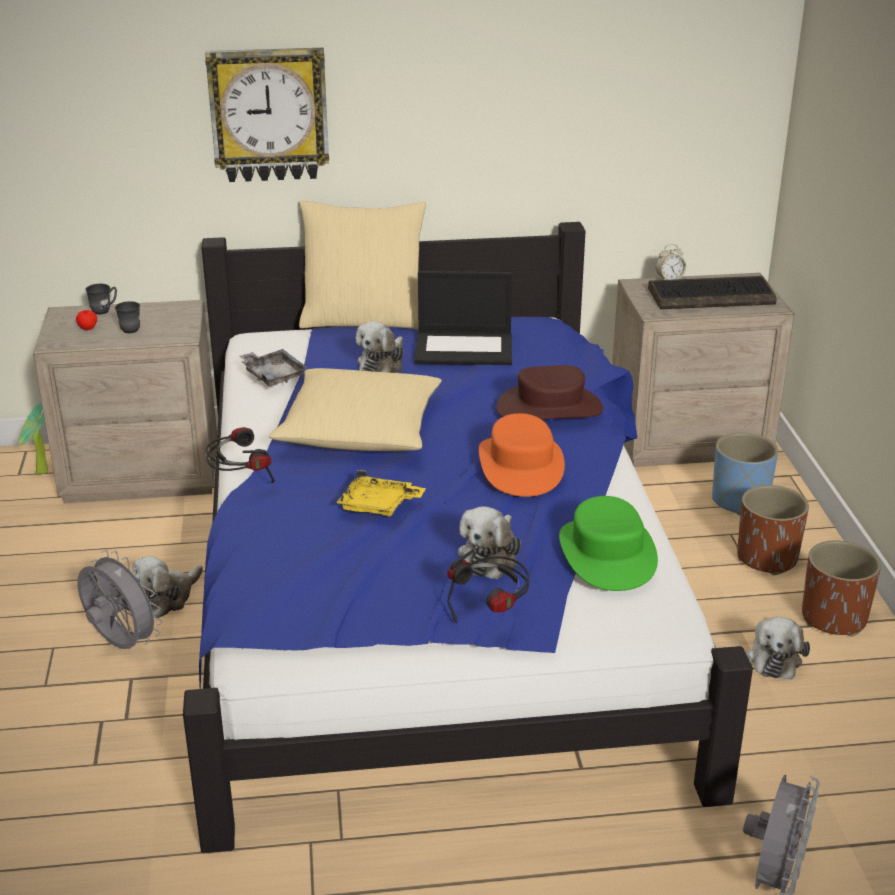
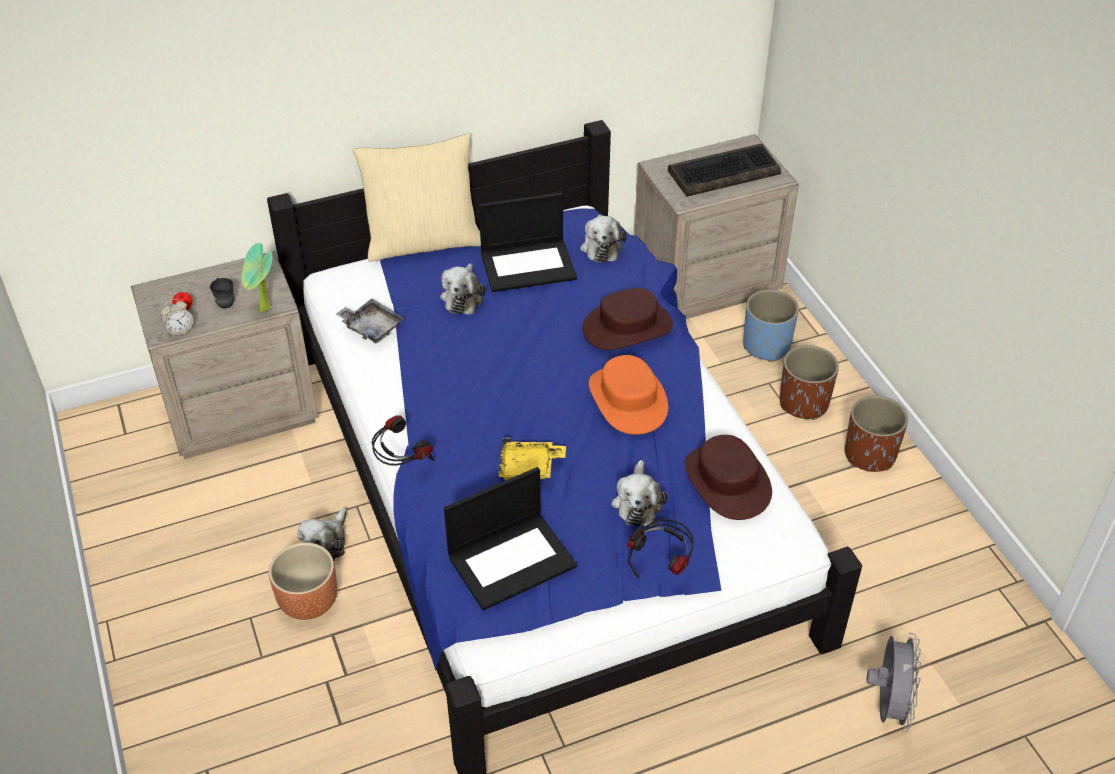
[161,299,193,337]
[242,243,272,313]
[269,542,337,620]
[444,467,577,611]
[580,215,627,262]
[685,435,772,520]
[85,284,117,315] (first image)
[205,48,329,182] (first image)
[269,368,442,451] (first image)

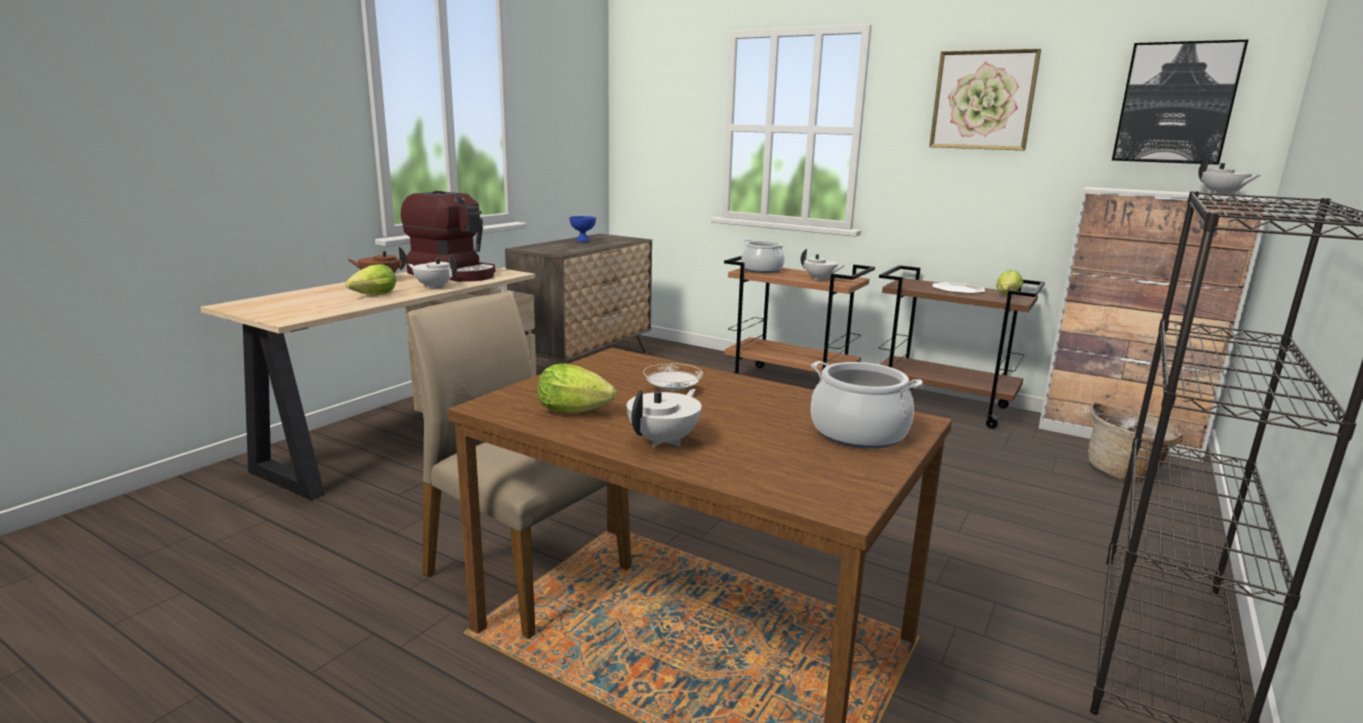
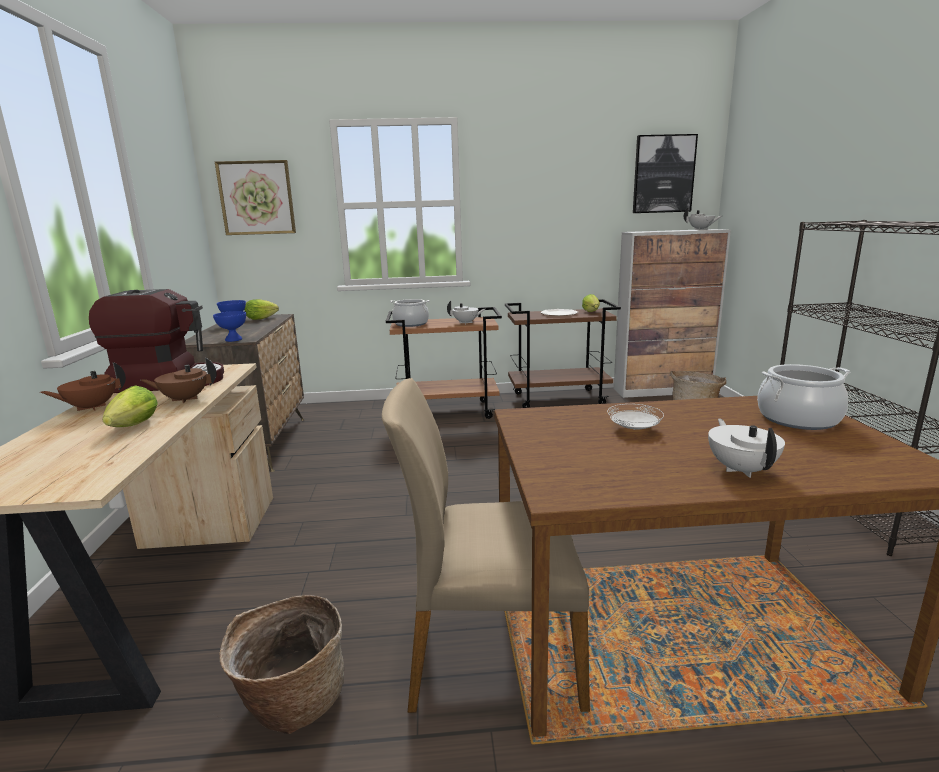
[141,358,216,403]
[213,311,246,342]
[215,160,296,235]
[220,595,344,734]
[244,299,279,320]

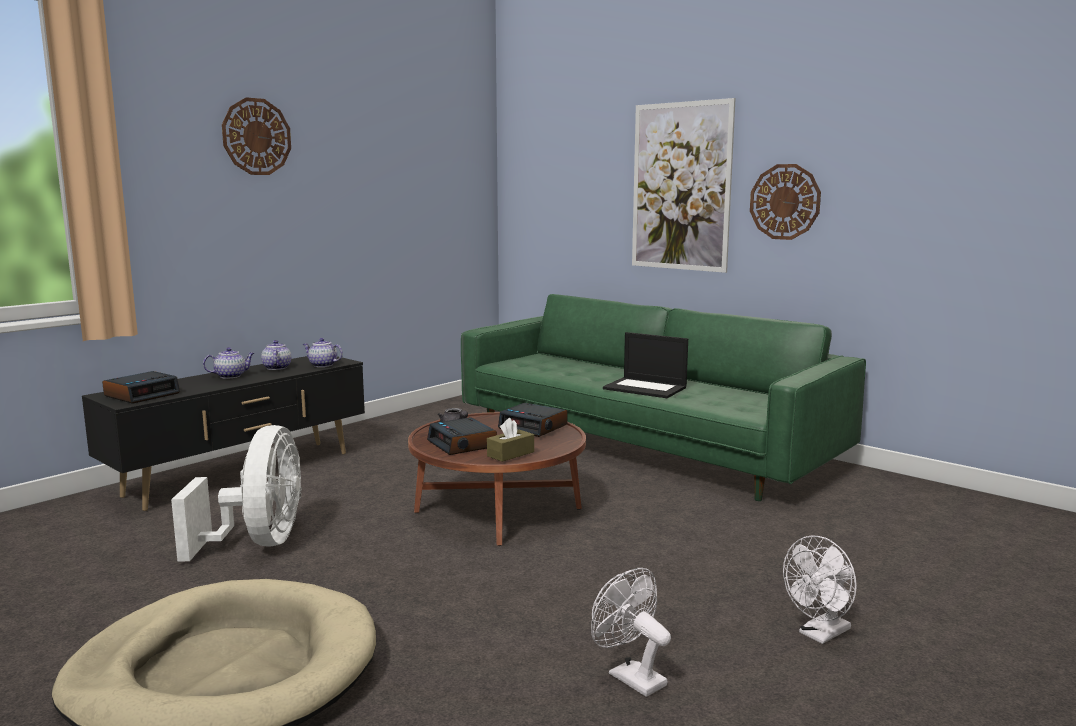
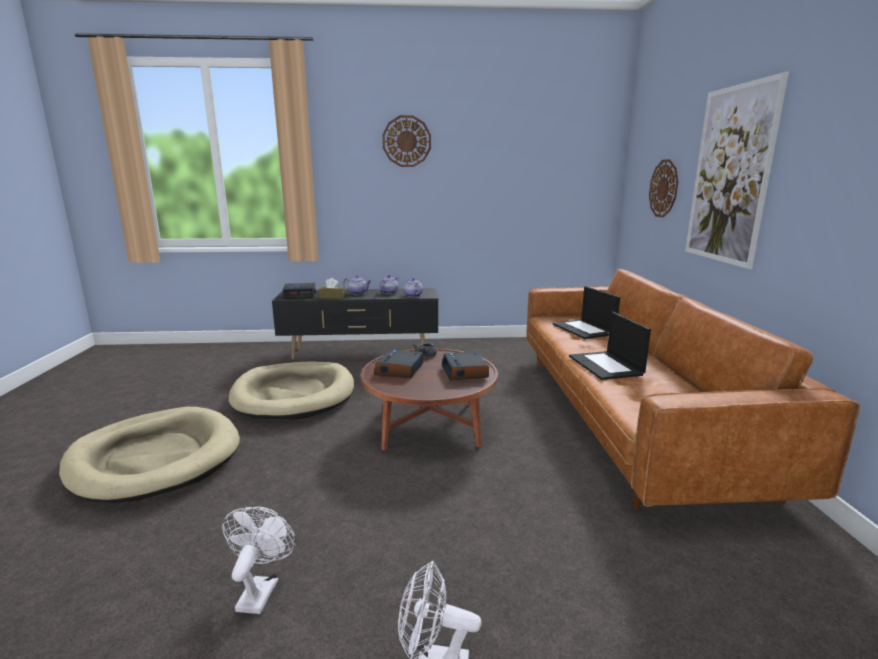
[229,362,354,419]
[319,278,345,299]
[526,269,860,509]
[553,286,620,339]
[649,159,678,218]

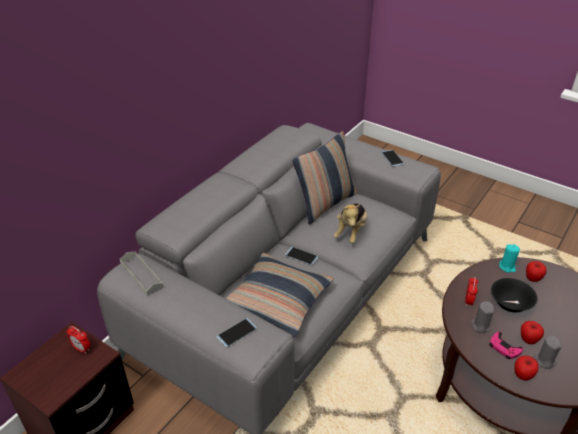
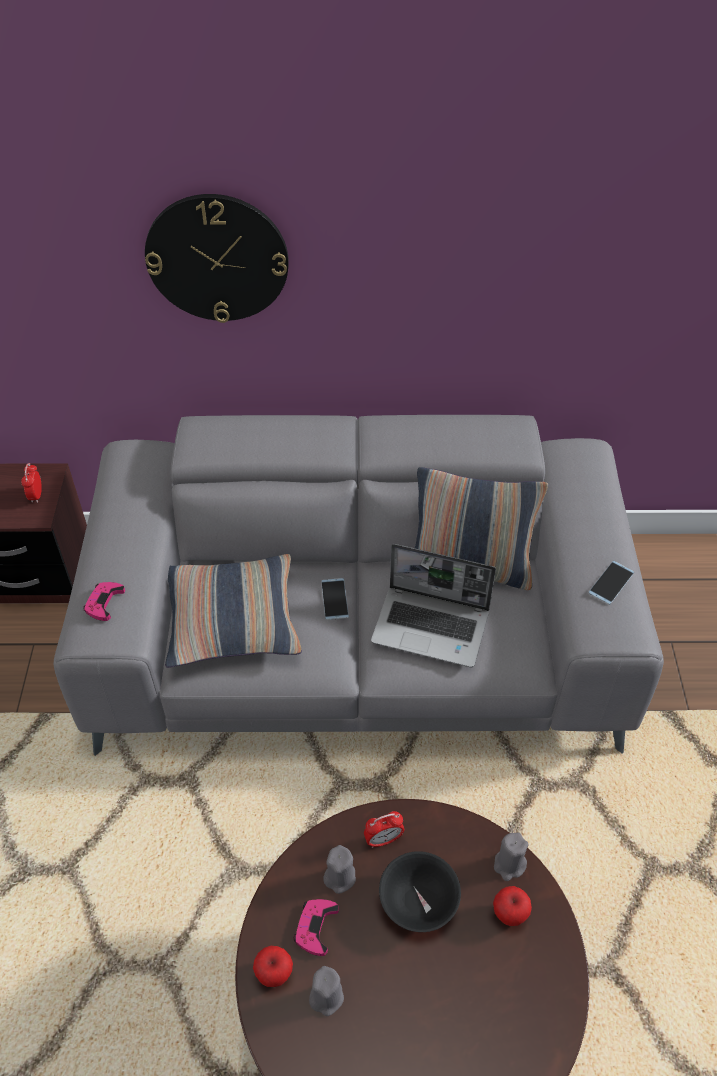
[83,582,125,621]
[145,194,289,323]
[371,544,496,667]
[494,833,529,881]
[120,252,164,296] (first image)
[521,321,544,344] (first image)

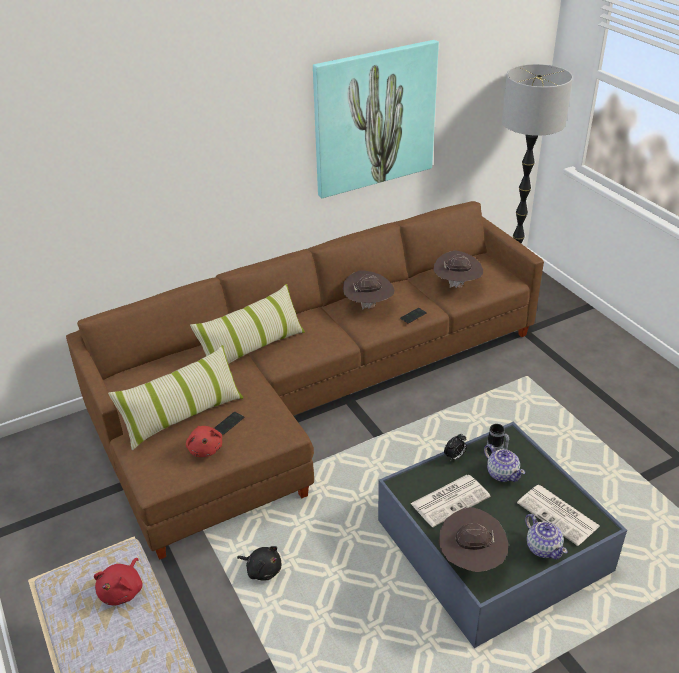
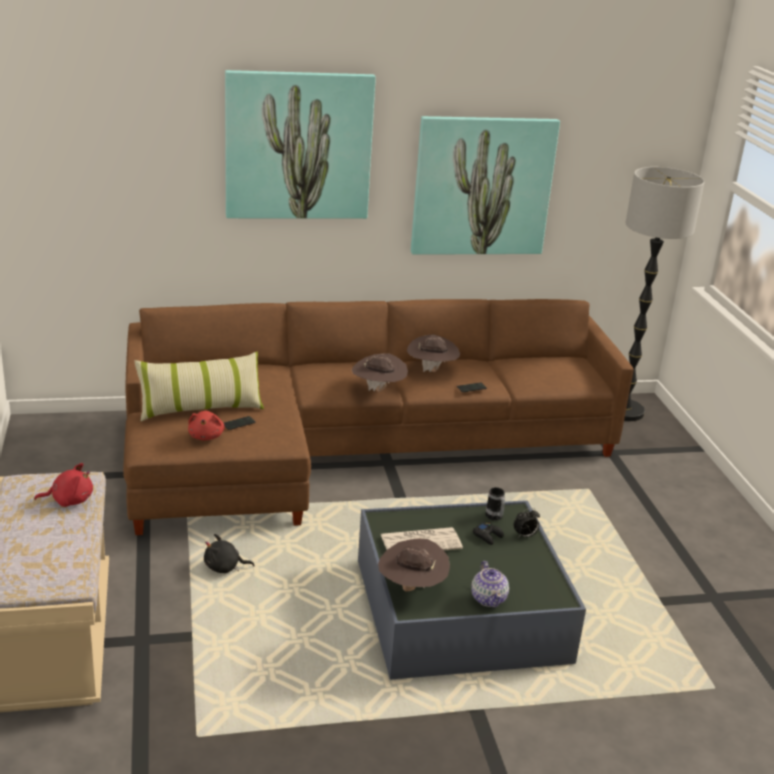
[34,463,93,507]
[204,534,255,573]
[225,70,376,219]
[352,354,408,392]
[473,522,504,545]
[514,508,540,538]
[190,284,305,364] (first image)
[517,485,600,546] (first image)

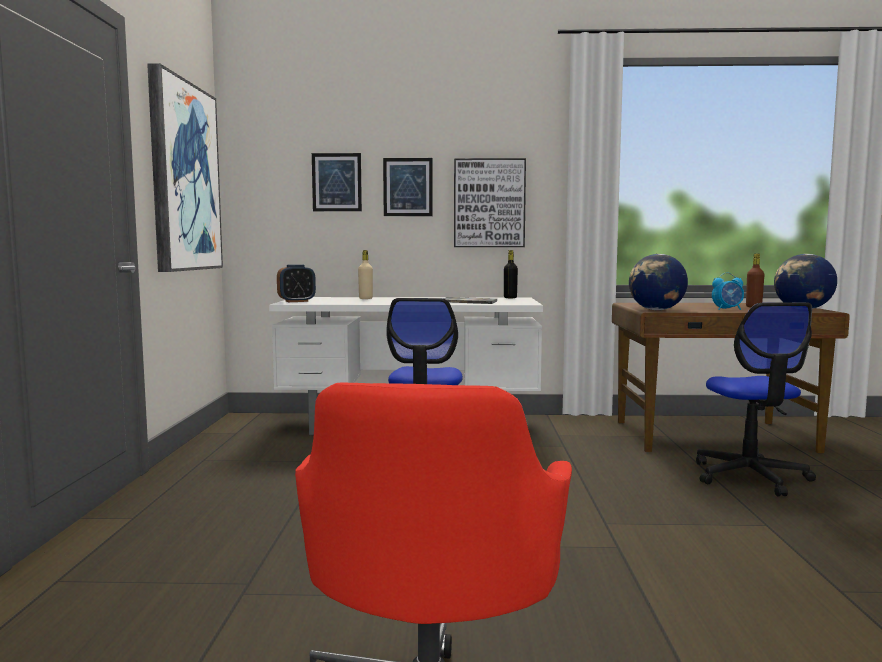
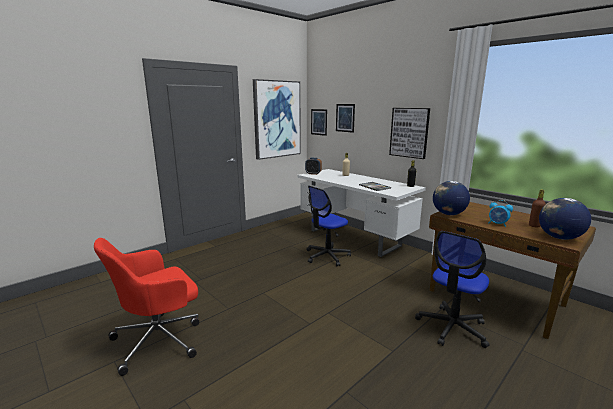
[311,109,327,136]

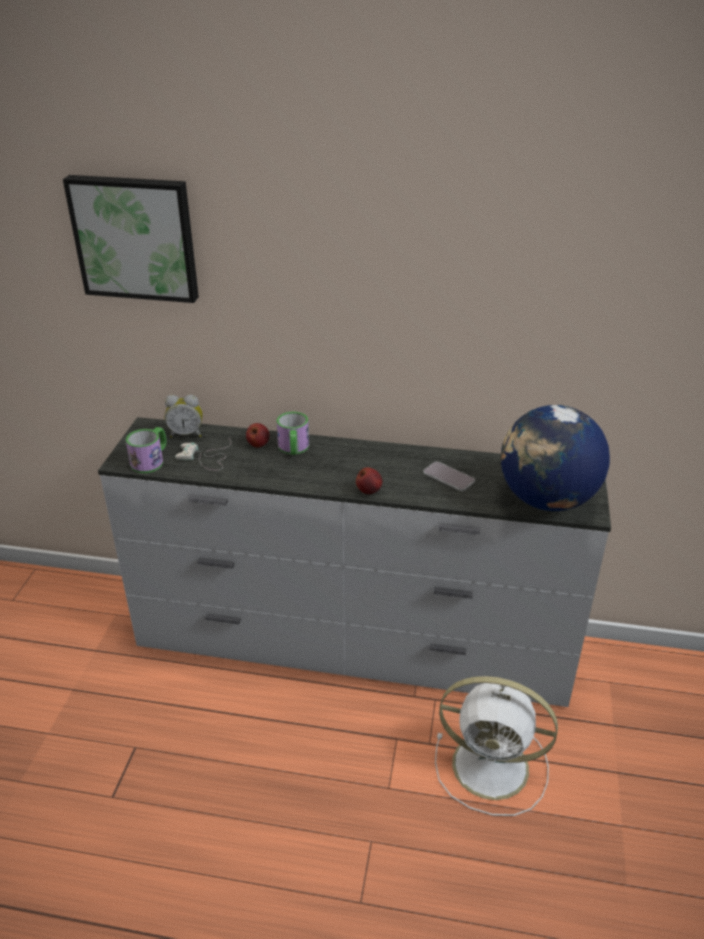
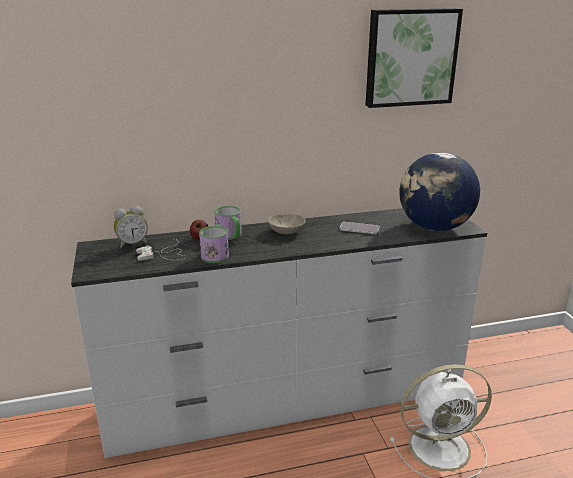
[199,224,229,263]
[268,214,306,234]
[365,8,463,108]
[356,467,382,494] (first image)

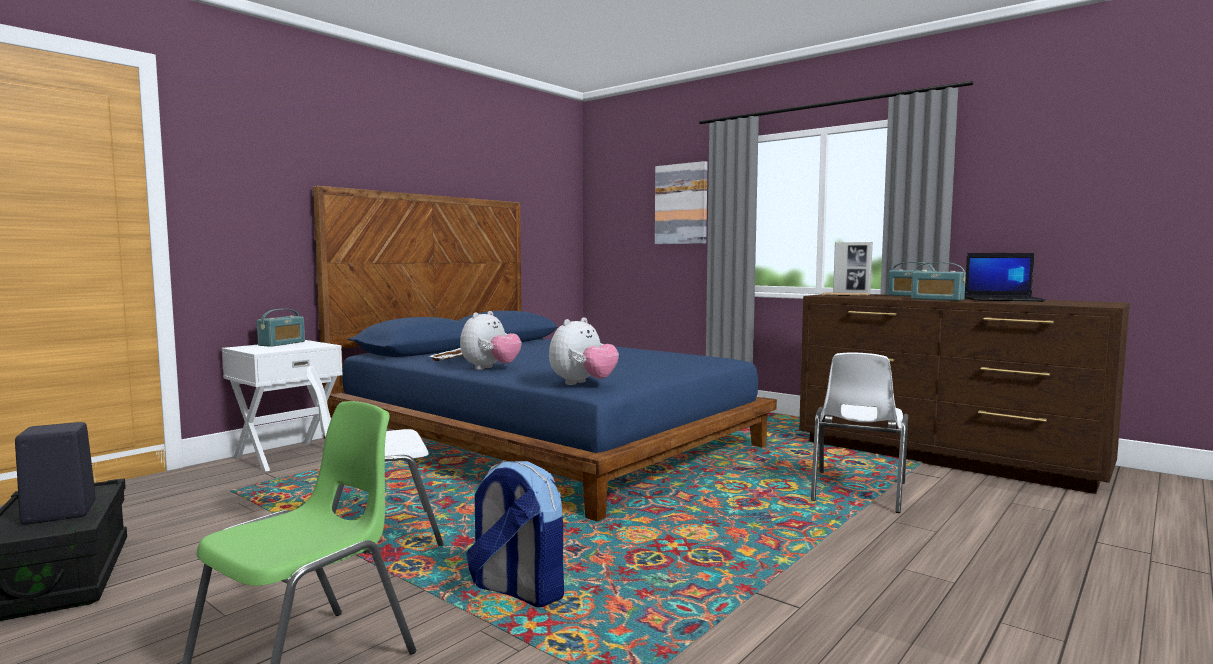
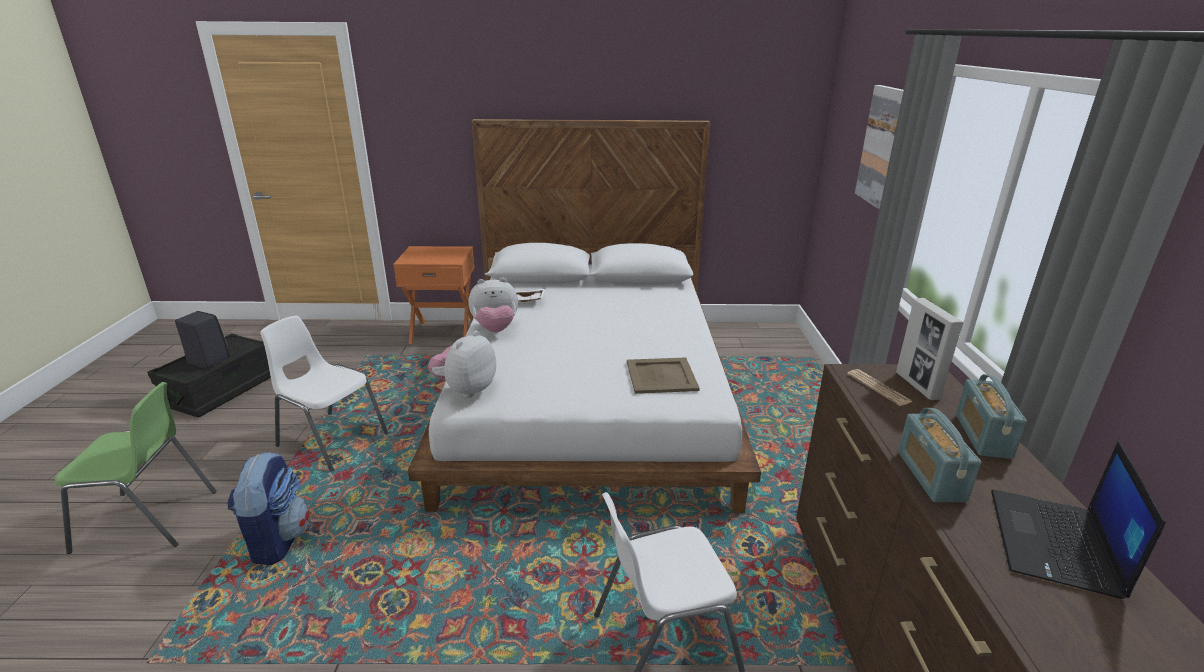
[393,246,475,344]
[408,119,761,513]
[428,331,496,398]
[627,357,700,394]
[991,441,1166,599]
[257,309,305,347] (first image)

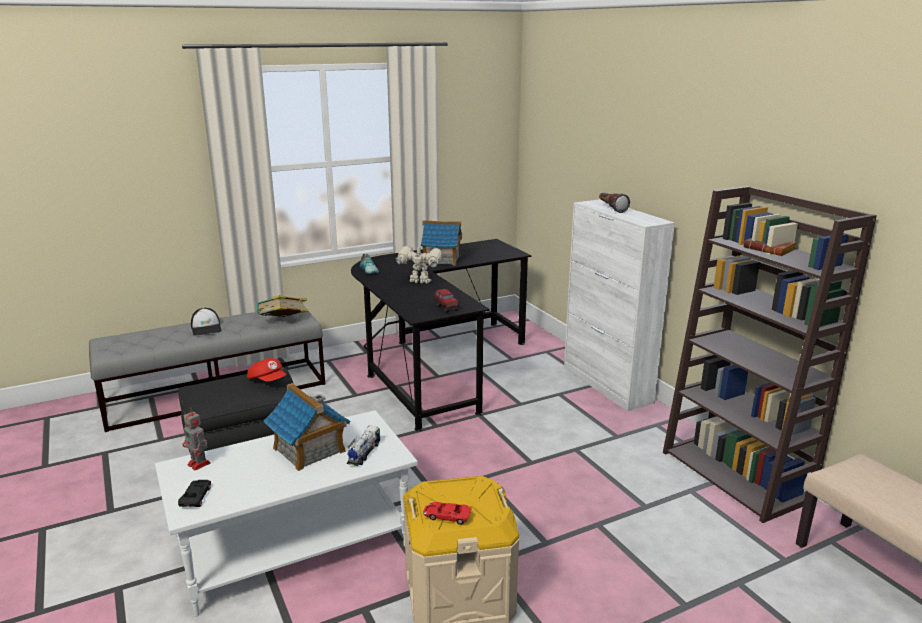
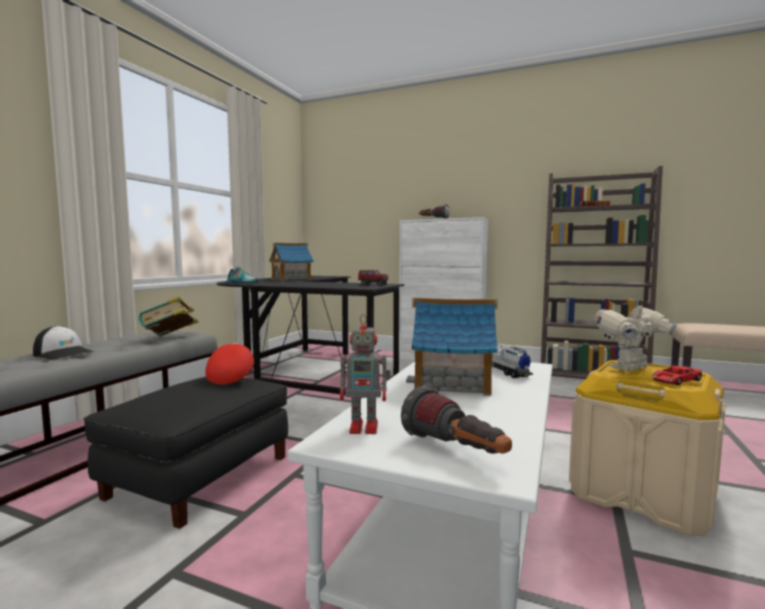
[205,343,254,385]
[401,386,512,454]
[593,299,677,371]

